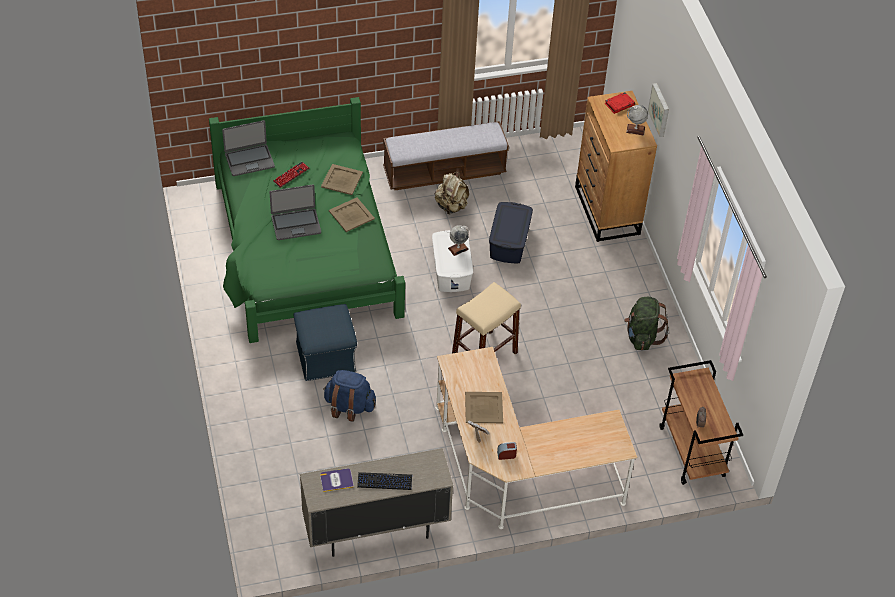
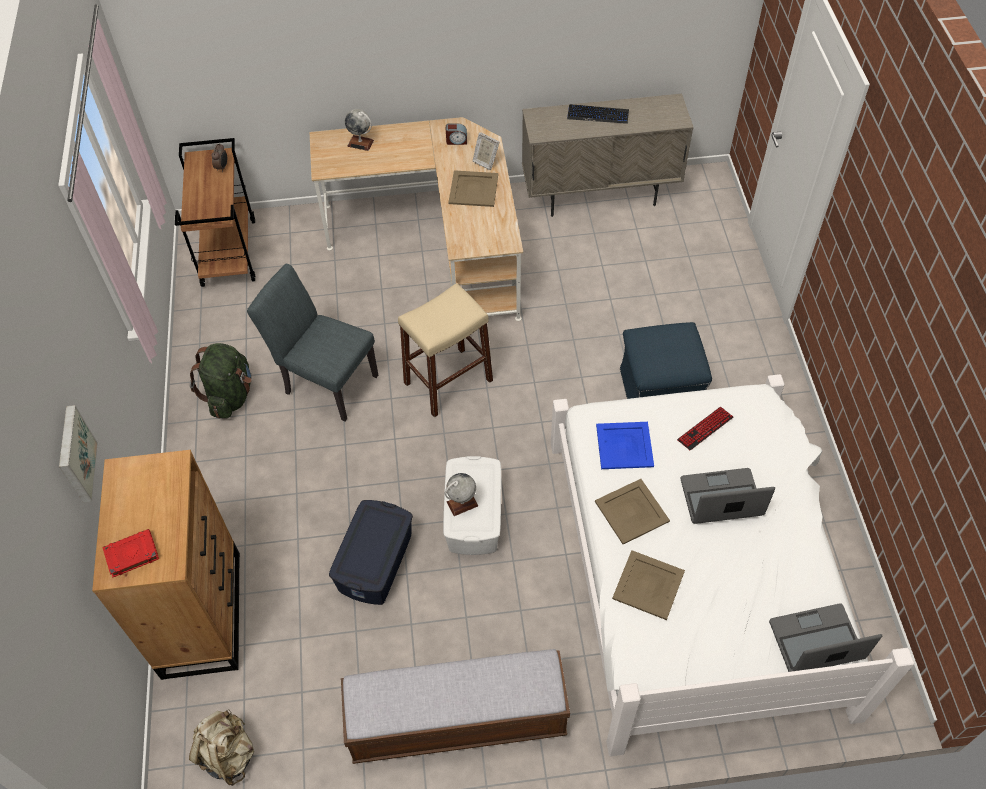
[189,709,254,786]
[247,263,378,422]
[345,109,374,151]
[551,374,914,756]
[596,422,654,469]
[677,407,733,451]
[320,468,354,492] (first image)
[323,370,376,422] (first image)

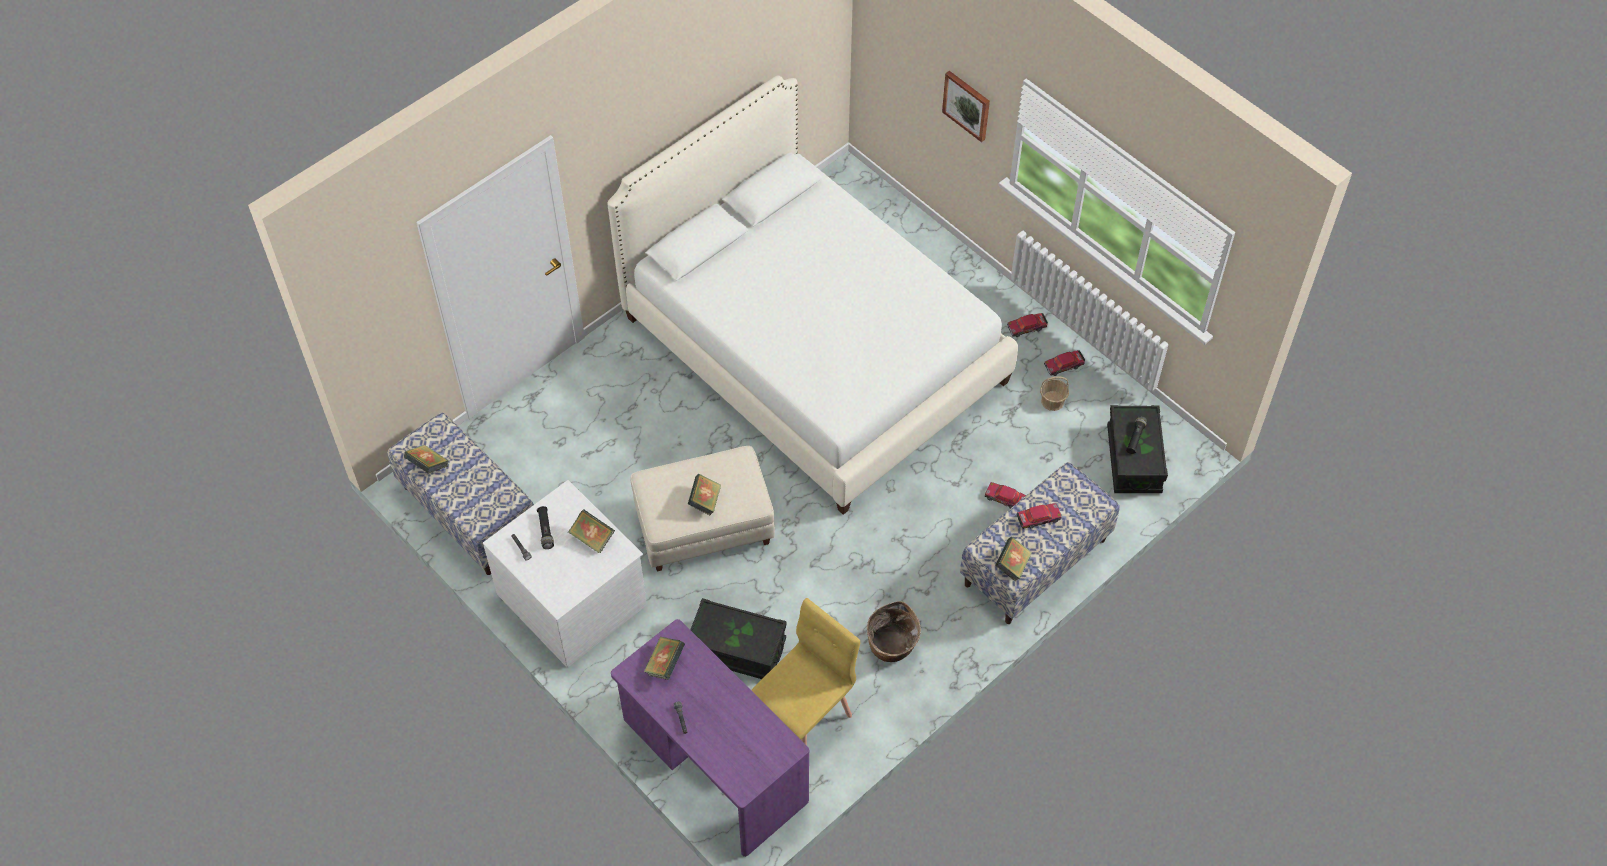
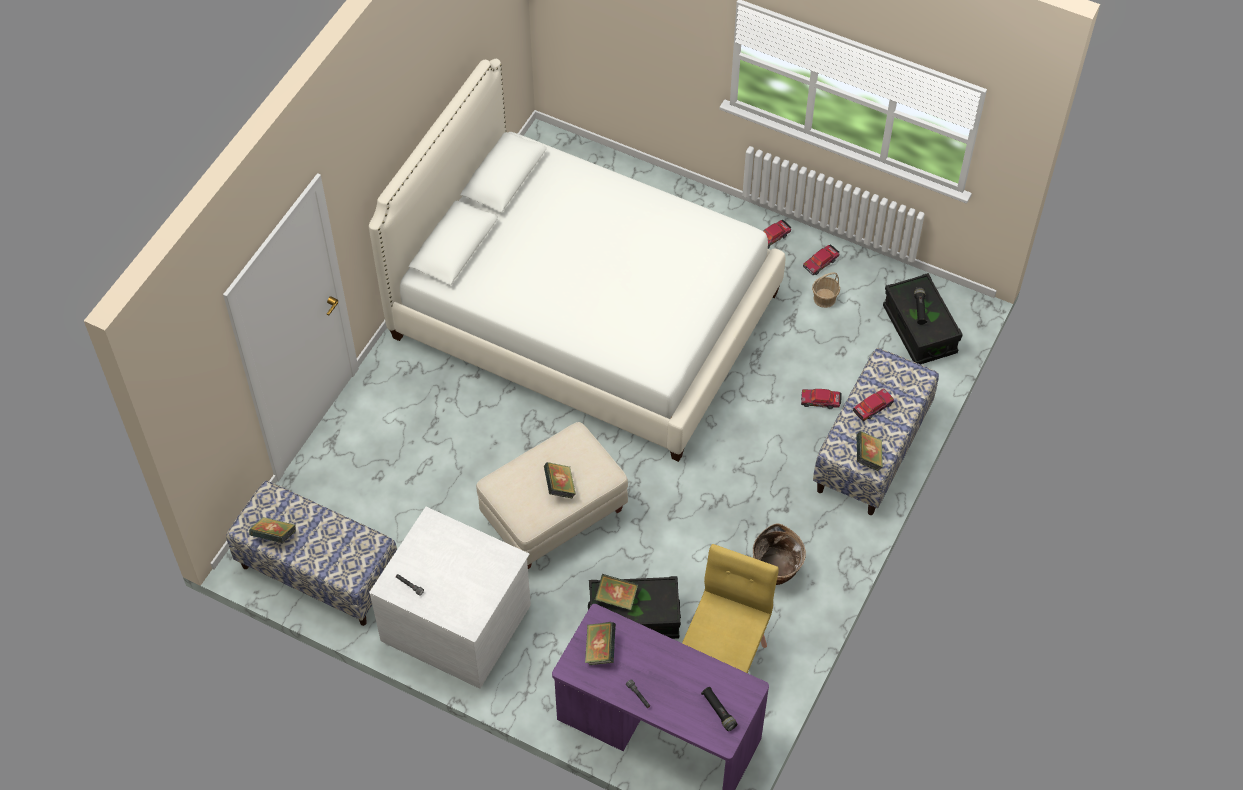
[595,574,638,610]
[701,687,737,731]
[942,71,990,142] (first image)

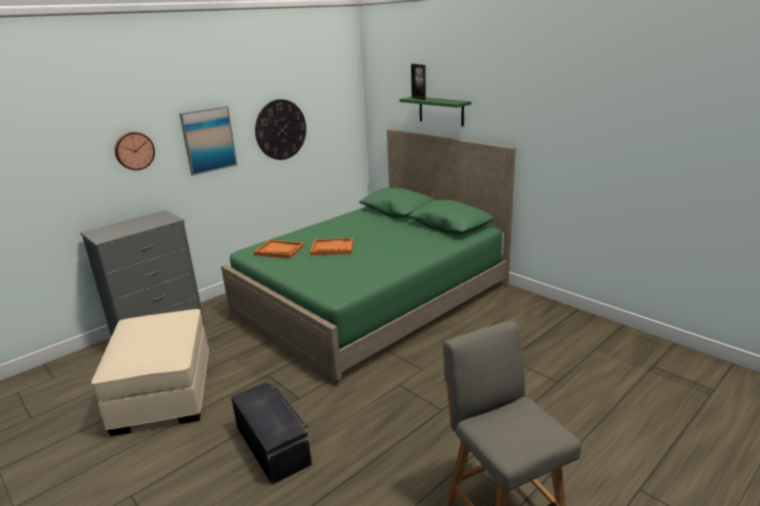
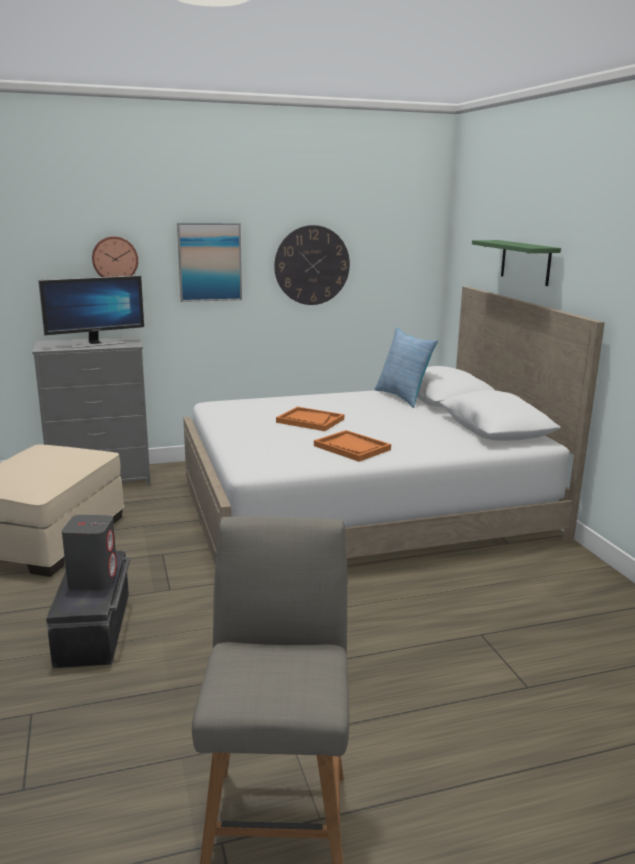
[38,275,144,348]
[62,515,117,590]
[183,287,605,564]
[314,430,391,462]
[375,327,438,408]
[411,64,426,100] (first image)

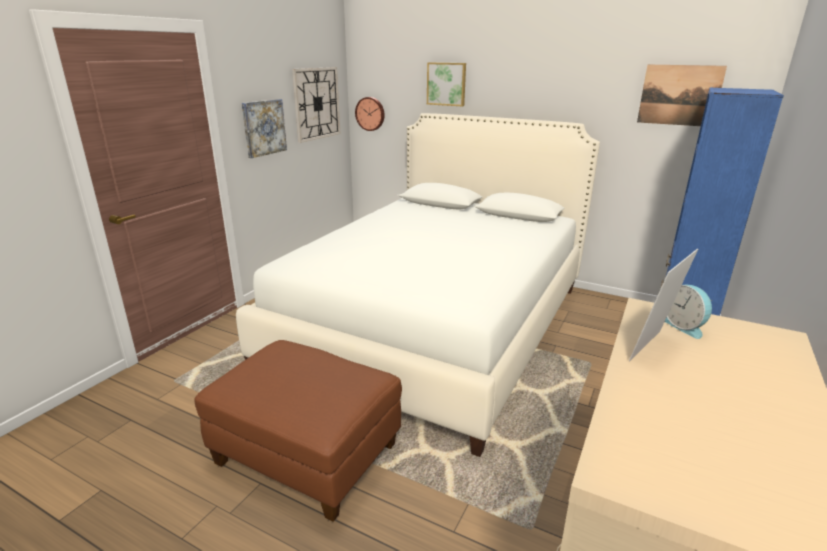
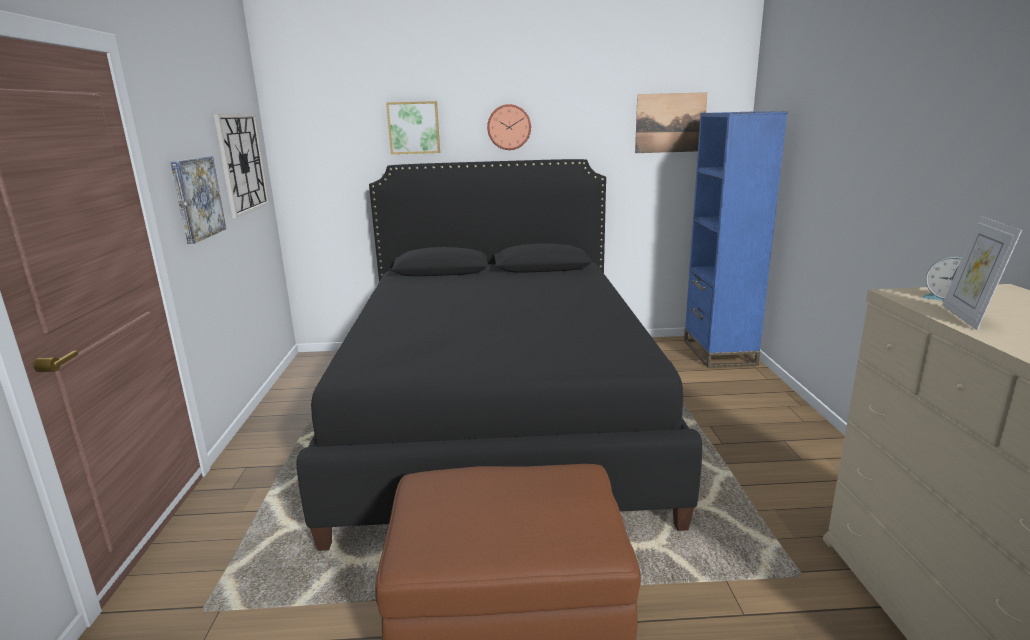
[296,159,702,551]
[487,104,531,150]

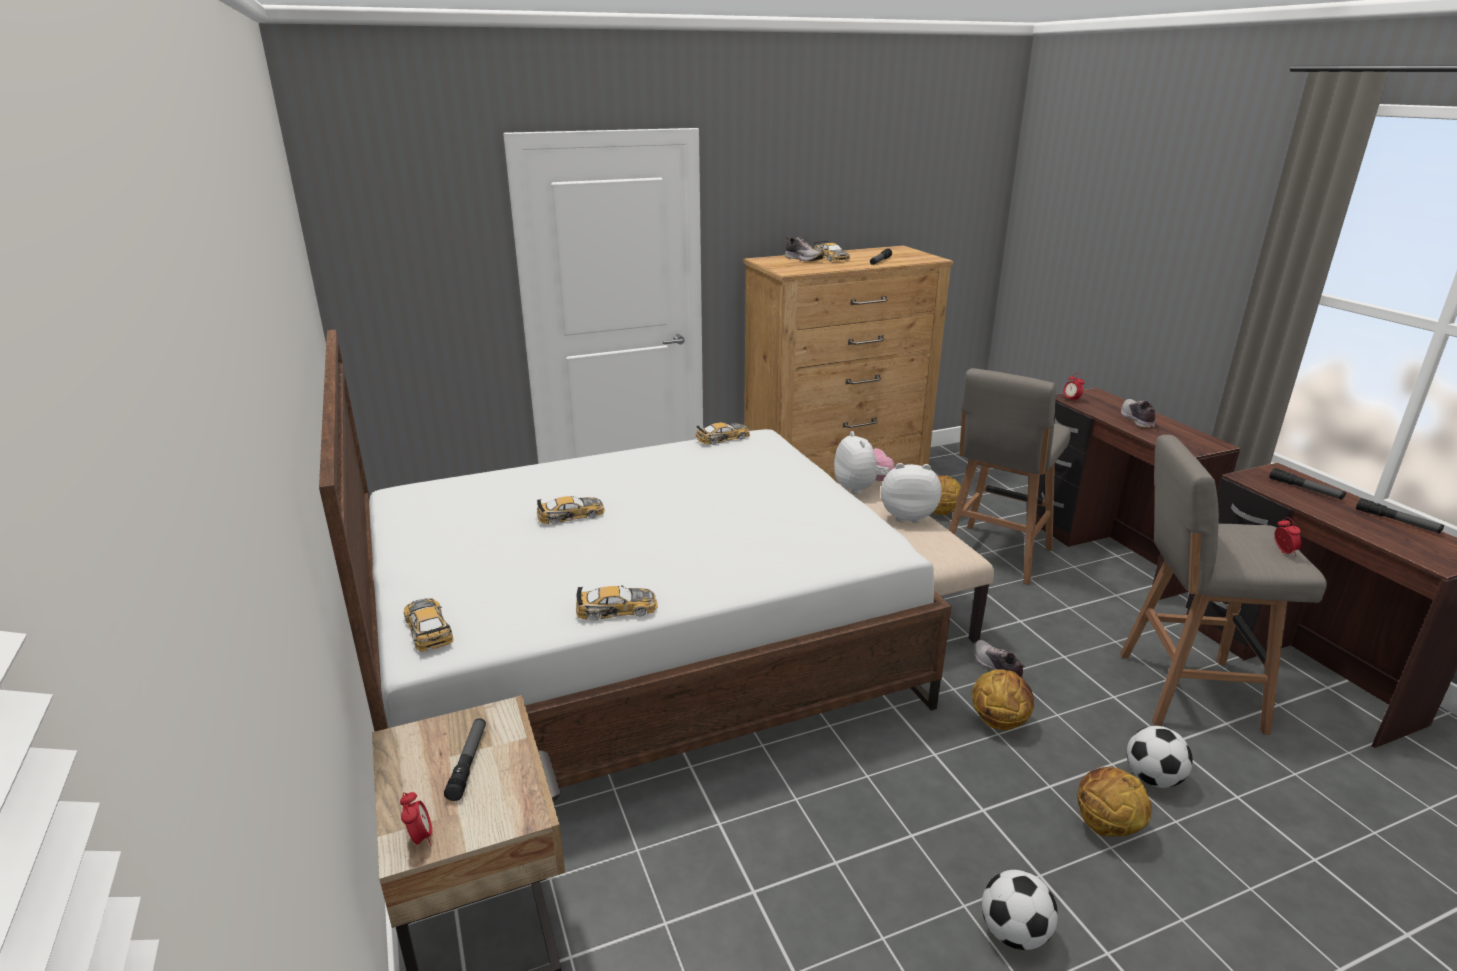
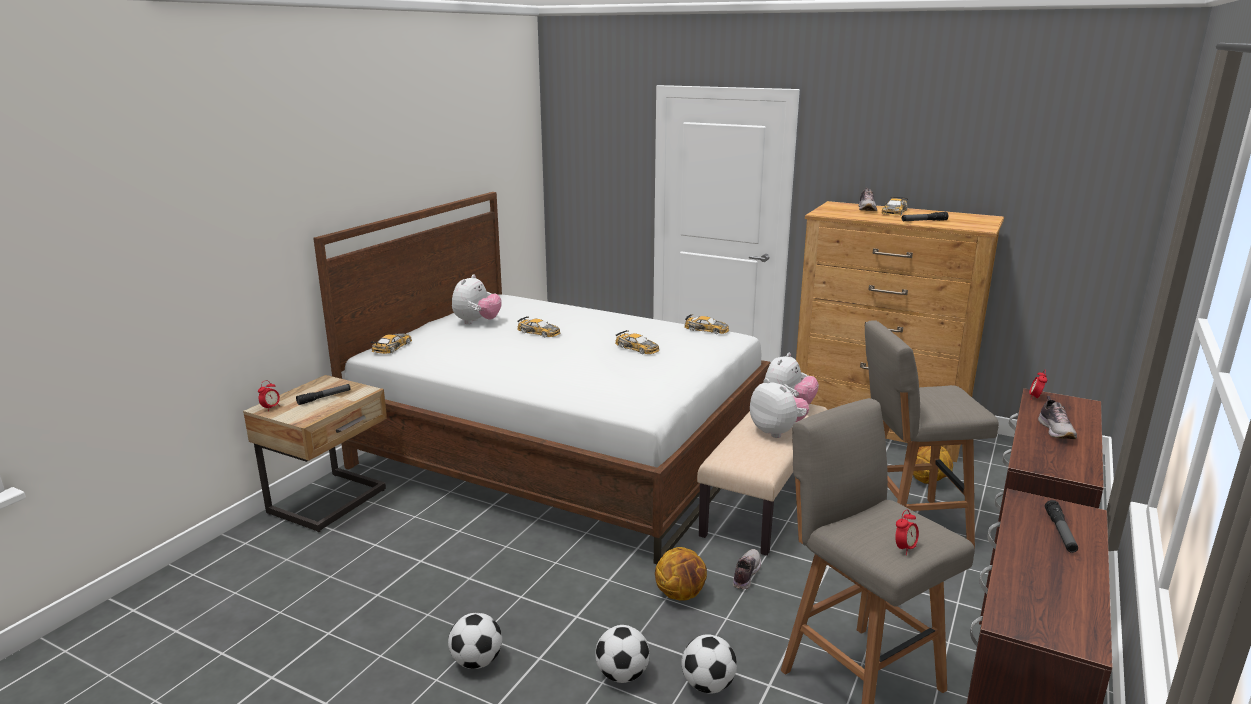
[452,274,502,324]
[596,625,650,683]
[615,330,659,354]
[1038,396,1077,439]
[1356,498,1444,533] (first image)

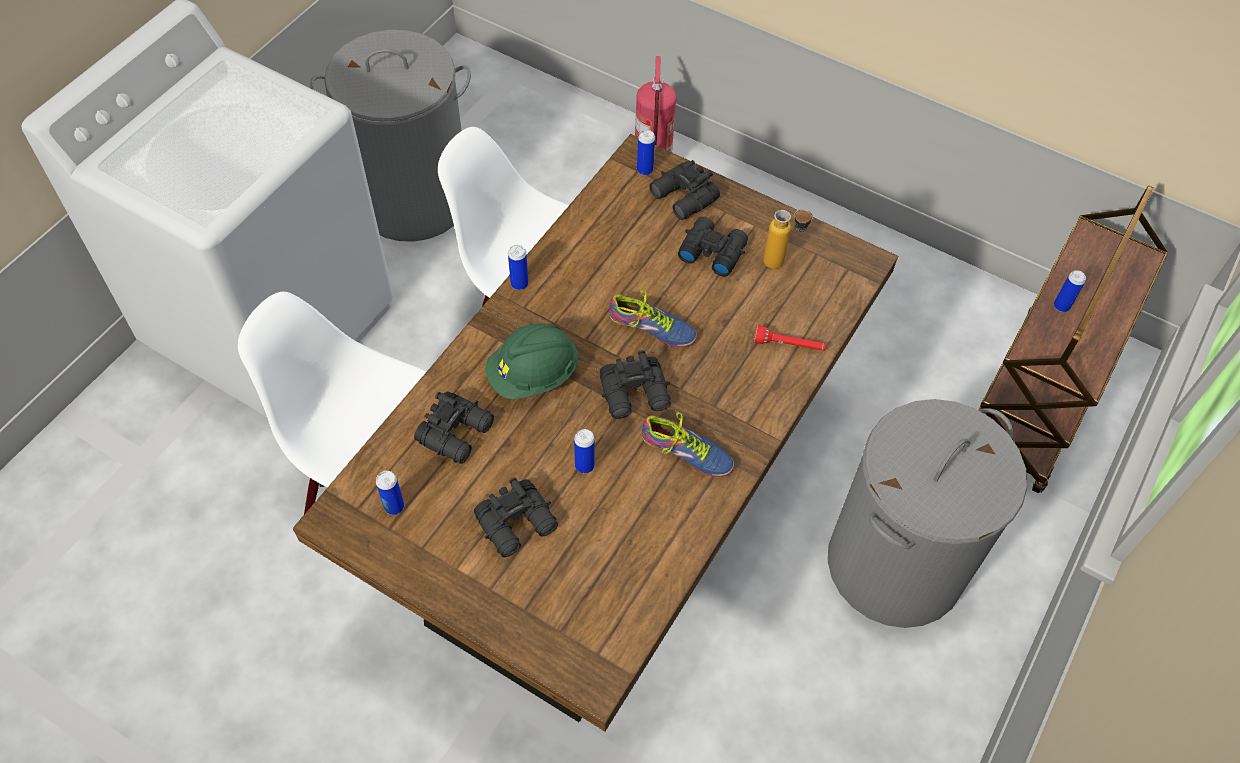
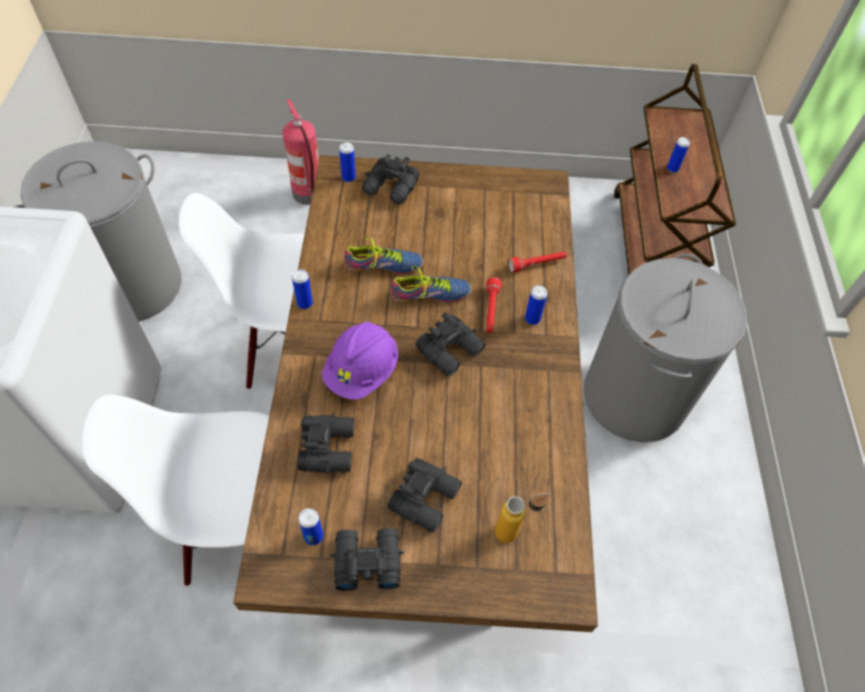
[322,322,398,400]
[331,528,404,591]
[344,236,424,274]
[486,277,502,333]
[495,490,549,543]
[525,285,547,325]

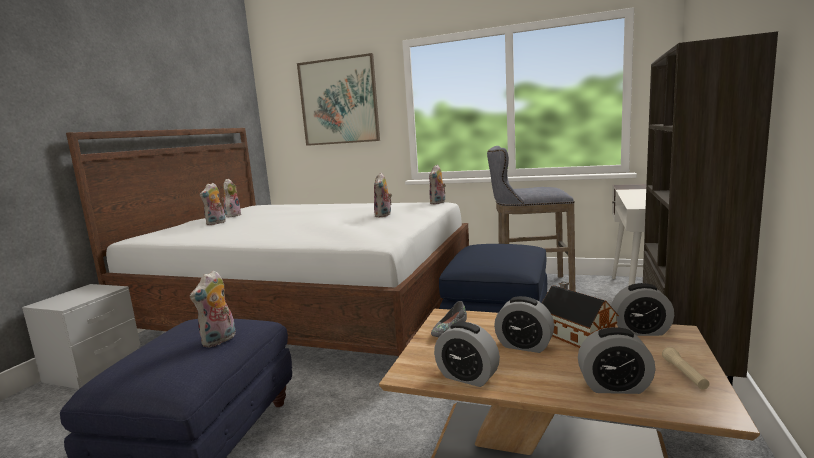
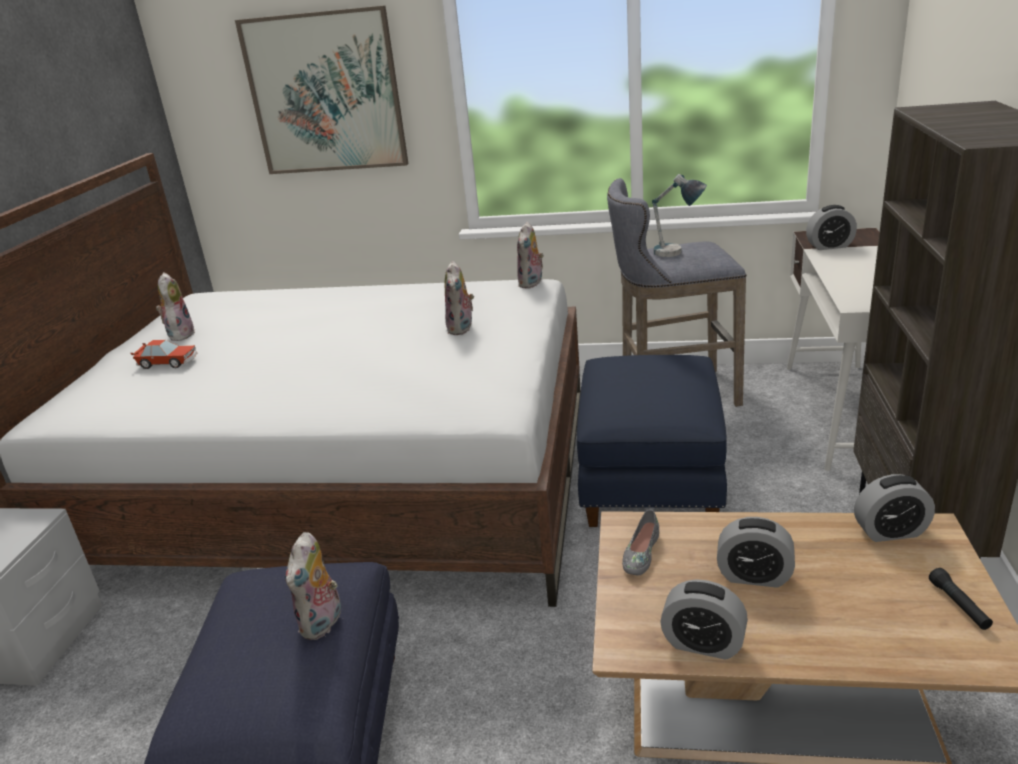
[131,340,197,369]
[652,174,707,257]
[806,205,857,250]
[929,568,993,630]
[542,281,619,348] (first image)

